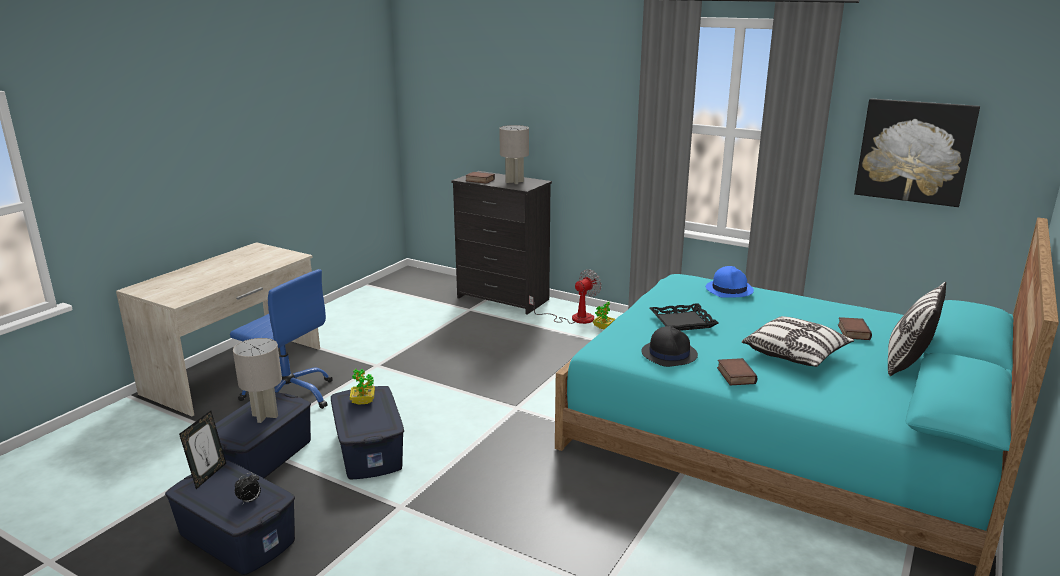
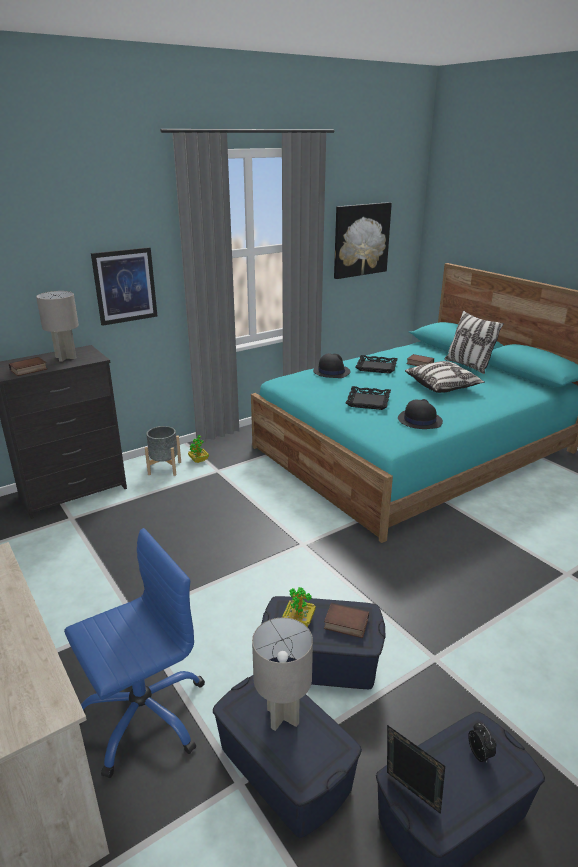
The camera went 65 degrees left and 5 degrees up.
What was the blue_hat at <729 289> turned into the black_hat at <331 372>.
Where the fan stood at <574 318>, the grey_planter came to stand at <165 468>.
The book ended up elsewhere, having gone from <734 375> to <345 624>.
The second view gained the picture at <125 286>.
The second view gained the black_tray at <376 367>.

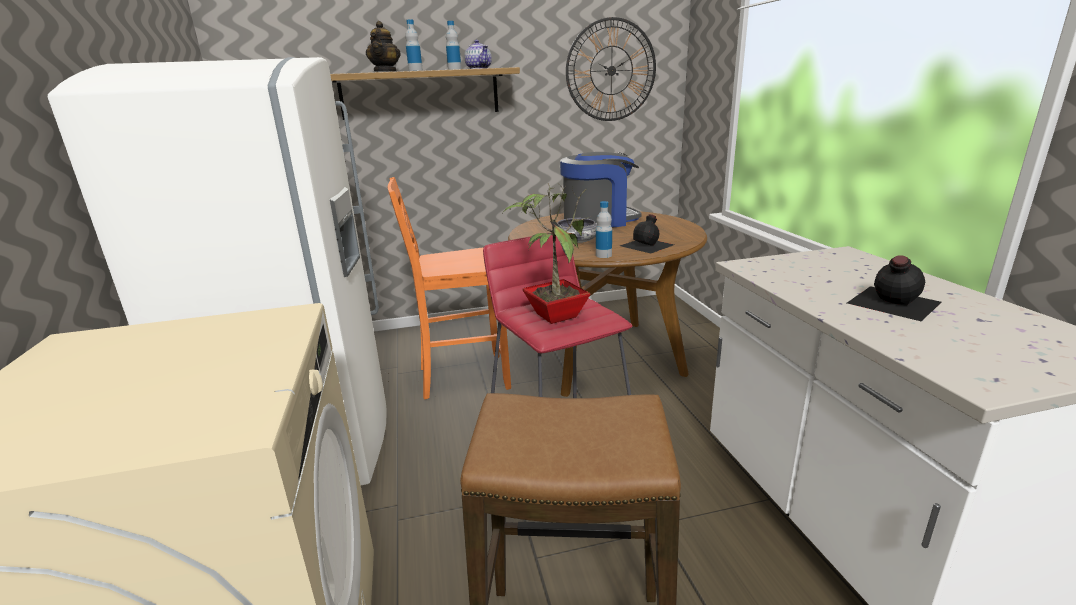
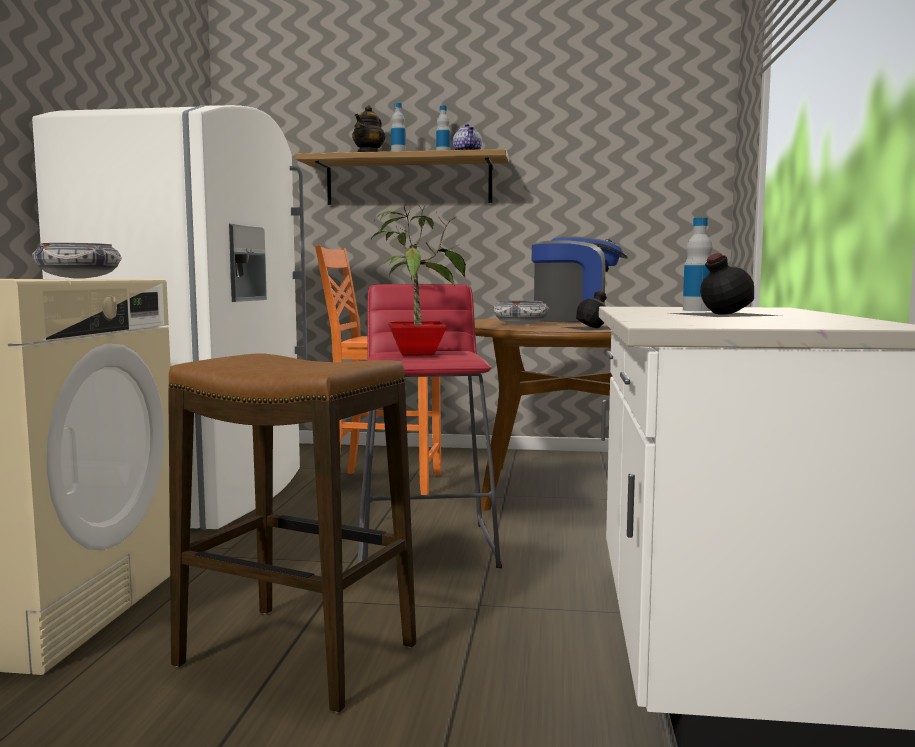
The camera went 20 degrees right and 15 degrees down.
The second view lost the wall_clock at <611 70>.
The bottle ended up elsewhere, having gone from <603 255> to <696 310>.
The second view gained the bowl at <79 278>.

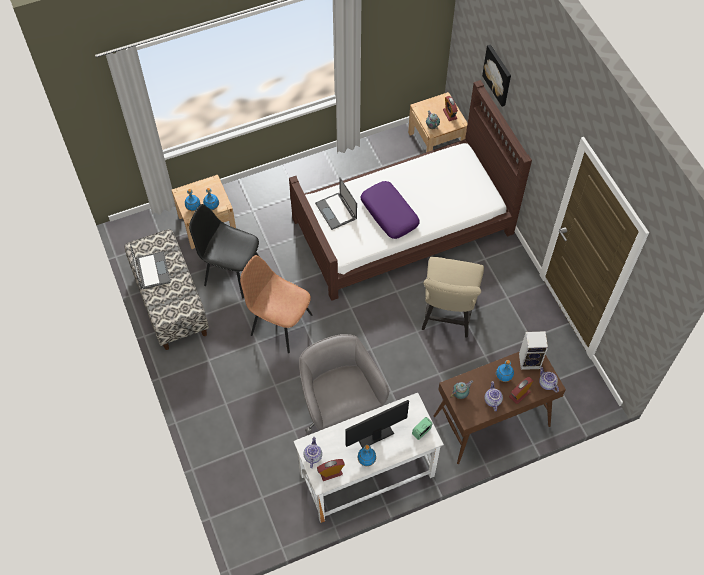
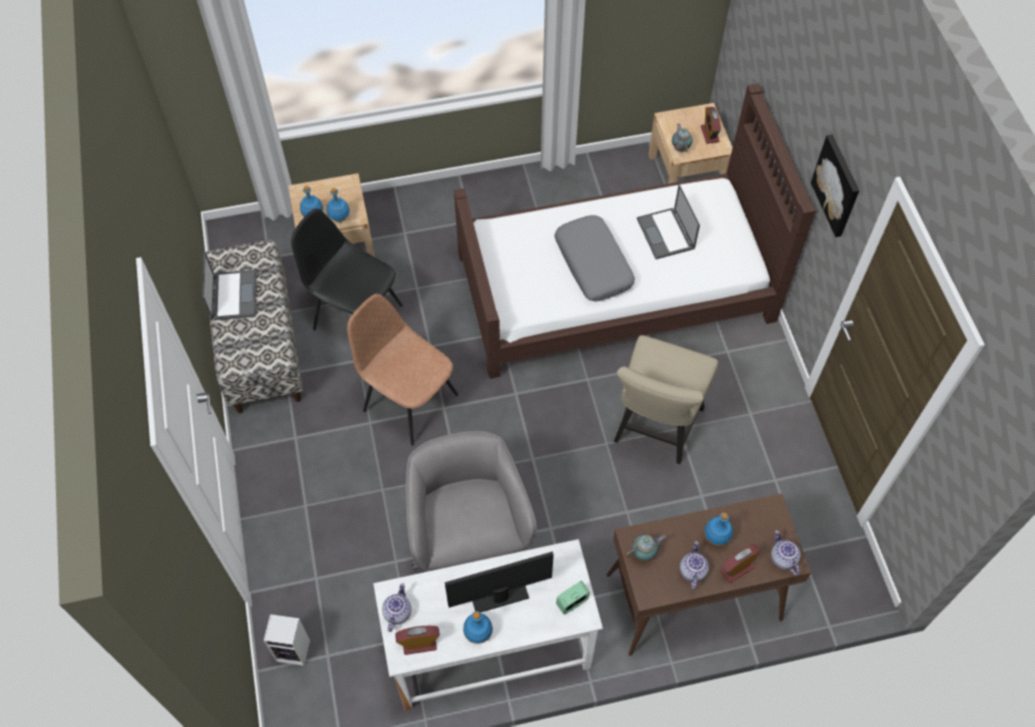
The camera went 10 degrees right and 0 degrees up.
The picture ended up elsewhere, having gone from <498 75> to <837 185>.
The laptop ended up elsewhere, having gone from <336 211> to <666 234>.
What was the purple_pillow at <390 214> turned into the grey_pillow at <594 264>.
The speaker ended up elsewhere, having gone from <530 360> to <295 650>.

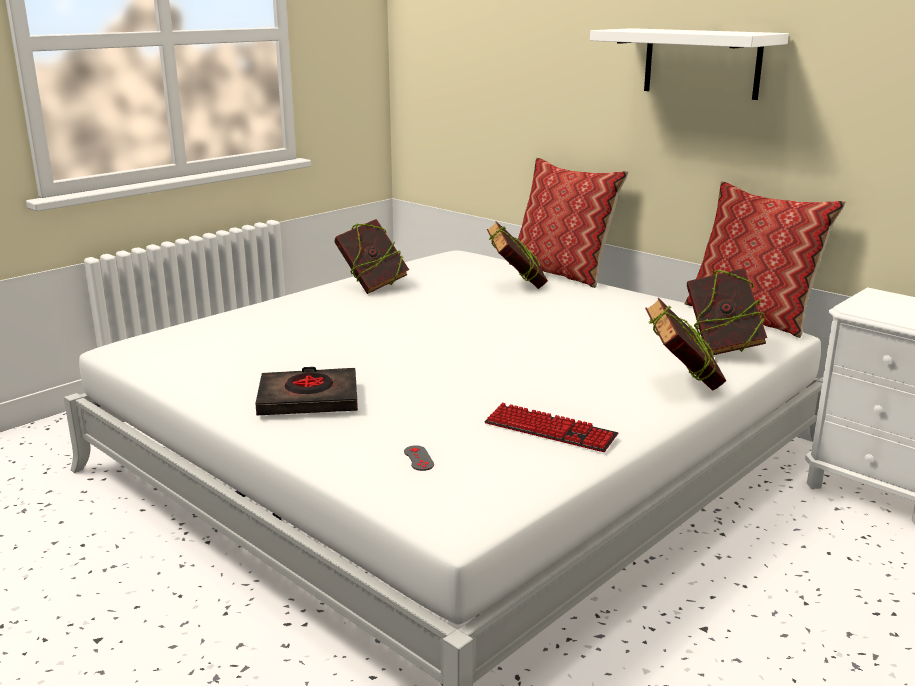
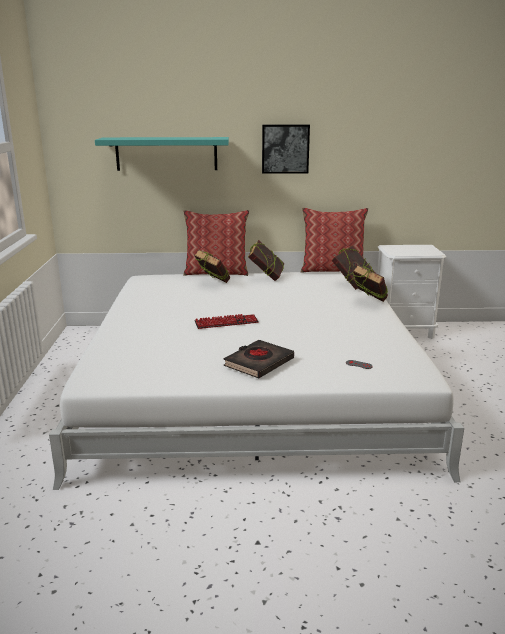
The camera went 45 degrees left and 0 degrees up.
Where the white_shelf hung at <701 63>, the picture came to hang at <285 149>.
The book ended up elsewhere, having gone from <372 286> to <266 277>.
The keyboard ended up elsewhere, having gone from <550 430> to <226 322>.
The second view gained the turquoise_shelf at <166 153>.

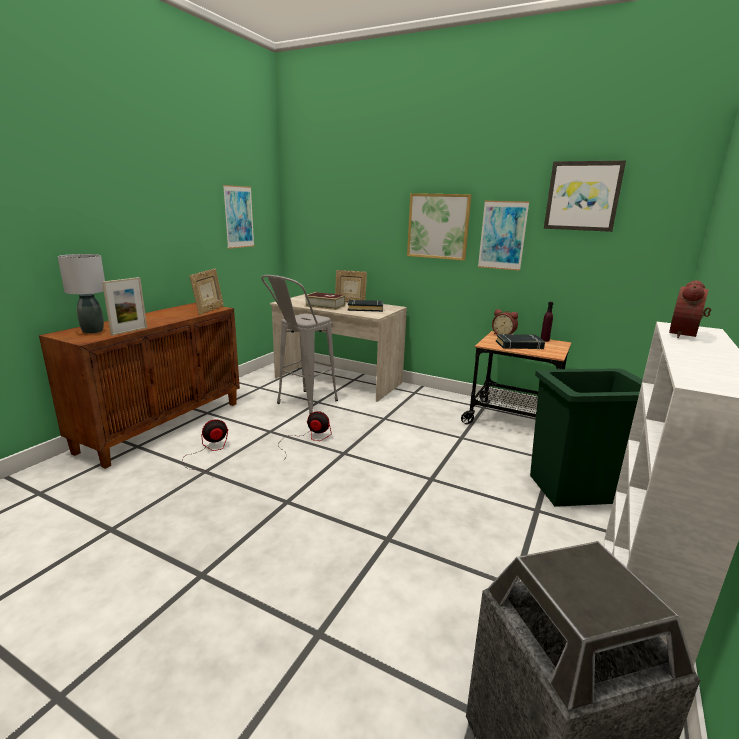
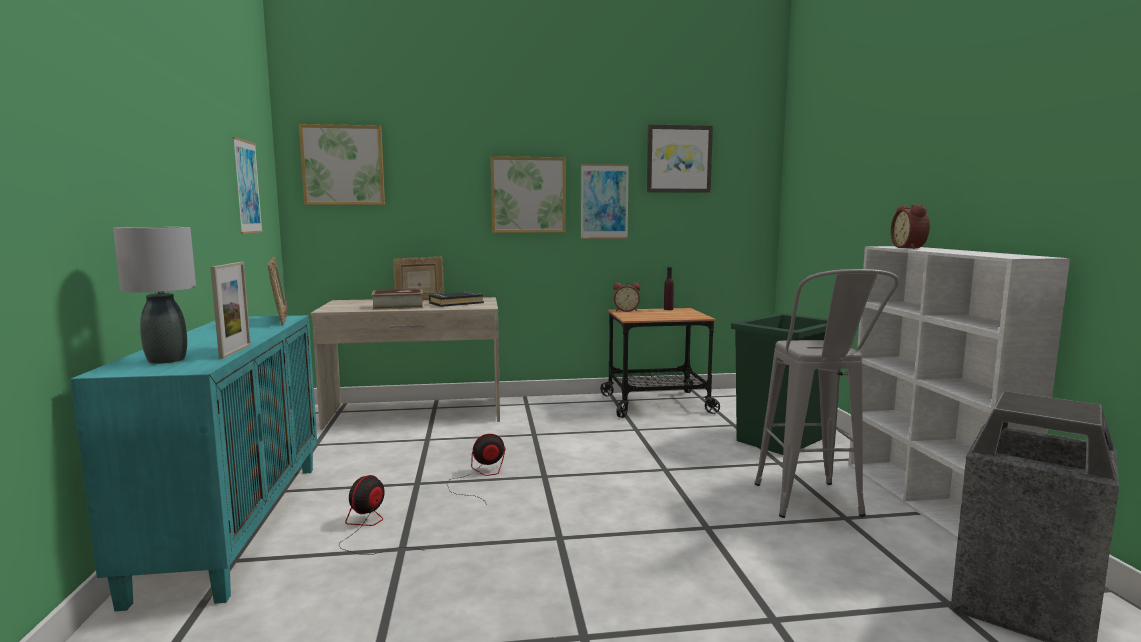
The camera went 35 degrees left and 10 degrees down.
The grey_stool ended up elsewhere, having gone from <301 405> to <813 507>.
What was the brown_cabinet at <163 425> turned into the turquoise_cabinet at <233 524>.
The second view lost the black_book at <519 345>.
The second view gained the picture at <343 165>.

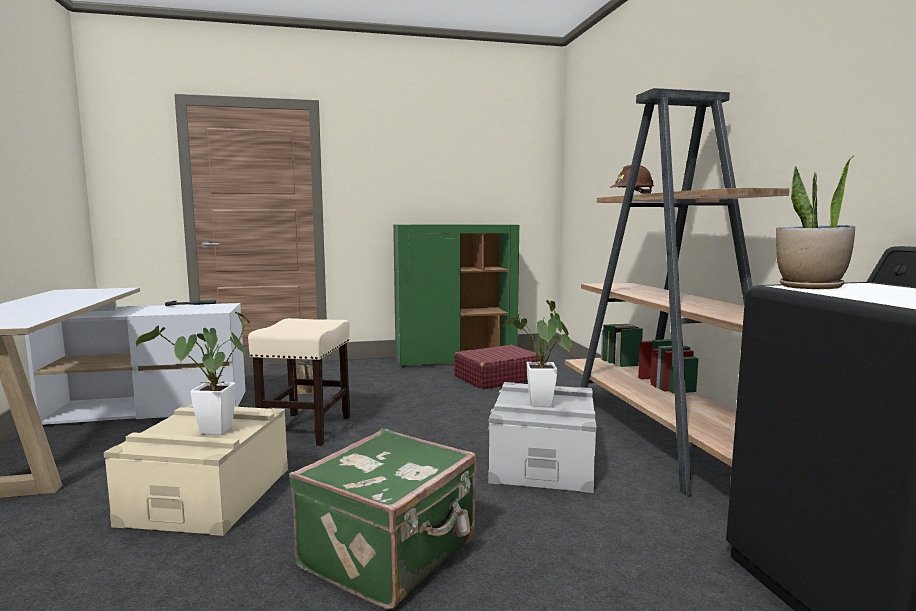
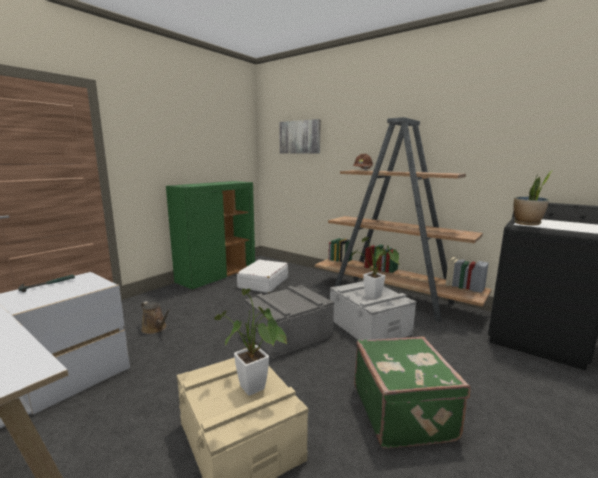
The camera went 40 degrees left and 5 degrees up.
The second view lost the beige_stool at <306 429>.
What was the red_suitcase at <496 378> turned into the white_suitcase at <263 282>.
The second view gained the picture at <300 137>.
The second view gained the grey_storage_box at <289 334>.

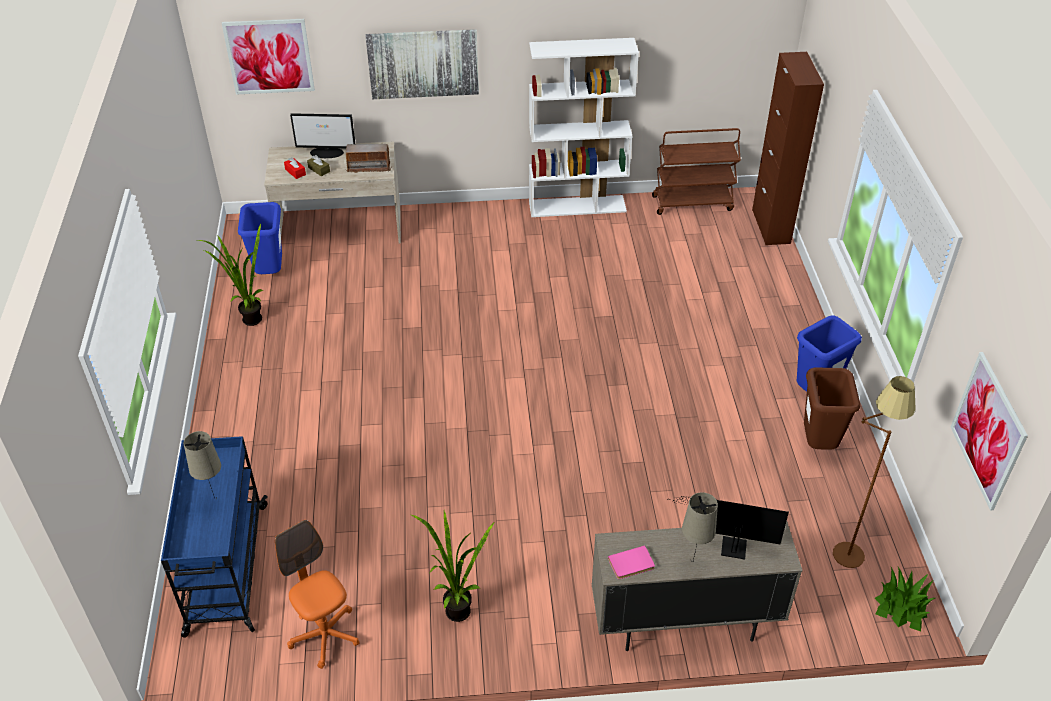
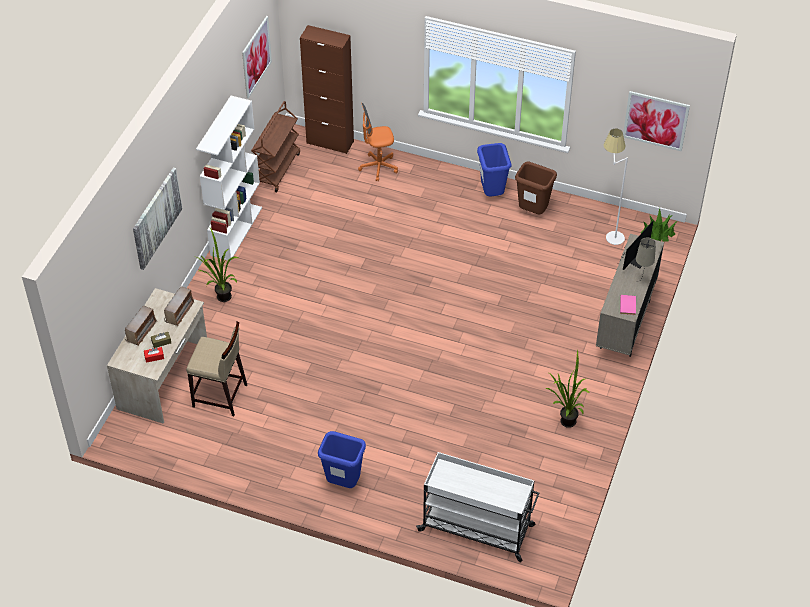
The camera went 65 degrees left and 5 degrees up.
The picture ended up elsewhere, having gone from <269 56> to <256 57>.
Where the monitor stood at <327 153>, the radio came to stand at <141 331>.
The blue_trash_can ended up elsewhere, having gone from <270 273> to <344 483>.
The potted_plant ended up elsewhere, having gone from <248 318> to <221 299>.
What was the brown_floor_lamp at <849 543> turned into the white_floor_lamp at <608 233>.
The second view lost the beige_table_lamp at <216 503>.
What was the blue_cart at <226 570> turned into the white_cart at <477 528>.
The orange_office_chair ended up elsewhere, having gone from <325 635> to <378 167>.
The second view gained the beige_stool at <220 396>.

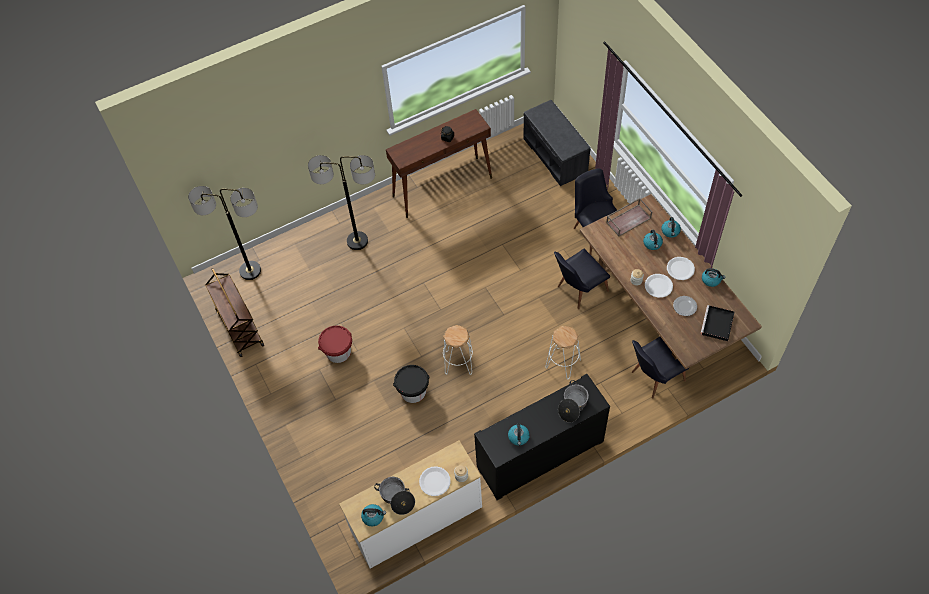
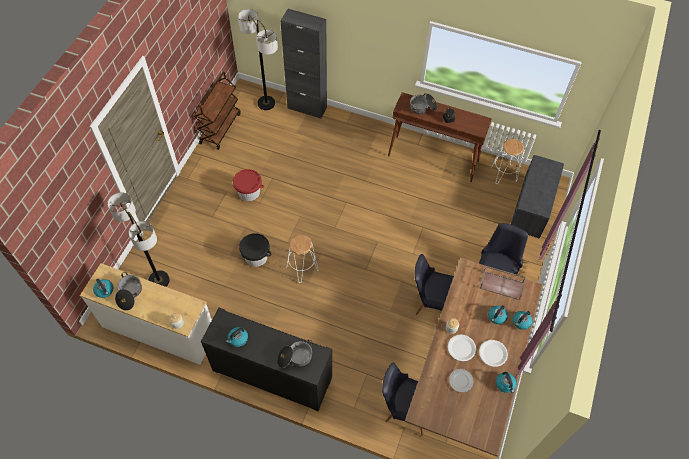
The camera went 45 degrees right and 0 degrees up.
The floor_lamp ended up elsewhere, having gone from <357 241> to <159 280>.
The second view lost the black_tray at <717 325>.
The white_stool ended up elsewhere, having gone from <563 363> to <503 174>.
The second view lost the white_plate at <434 481>.
The second view gained the black_cabinet at <307 108>.
The second view gained the cooking_pot at <423 108>.

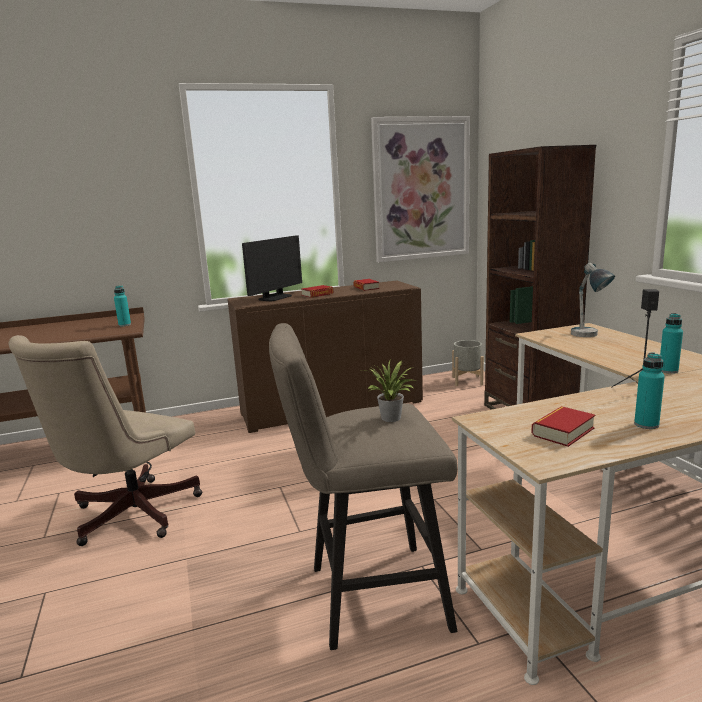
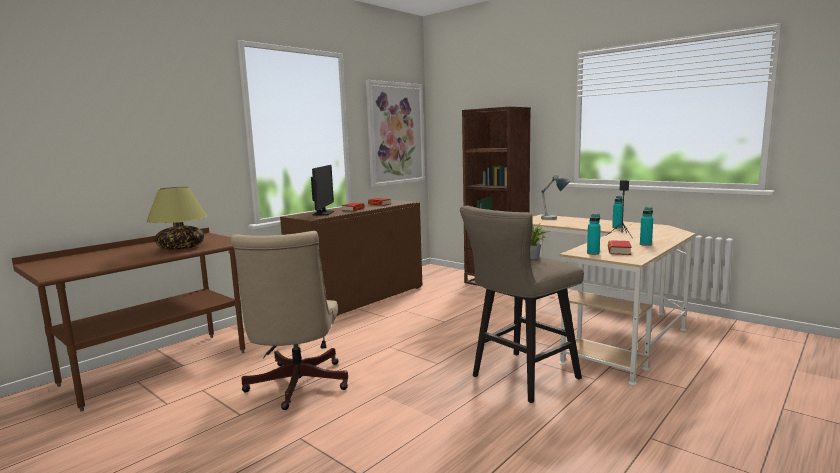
The camera went 30 degrees left and 5 degrees down.
The turquoise_bottle ended up elsewhere, having gone from <124 325> to <593 253>.
The second view lost the grey_planter at <467 381>.
The second view gained the table_lamp at <181 248>.

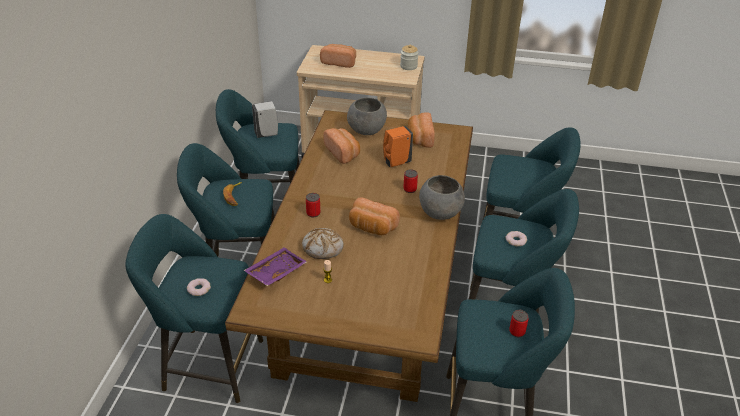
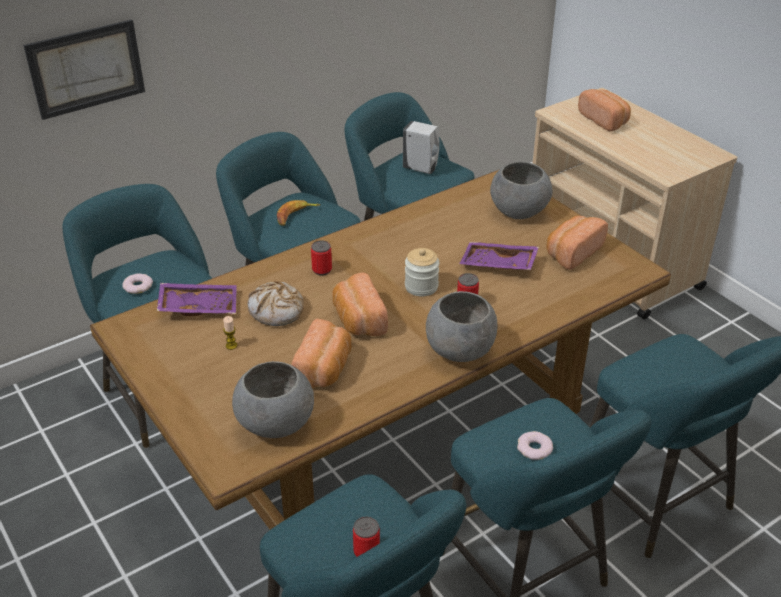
The camera went 45 degrees right and 0 degrees up.
The jar ended up elsewhere, having gone from <408 66> to <421 287>.
Where the orange_soap_dispenser stood at <396 162>, the purple_tray came to stand at <498 265>.
The bread ended up elsewhere, having gone from <343 153> to <325 369>.
The second view gained the picture at <86 68>.
The second view gained the grey_bowl at <275 425>.

